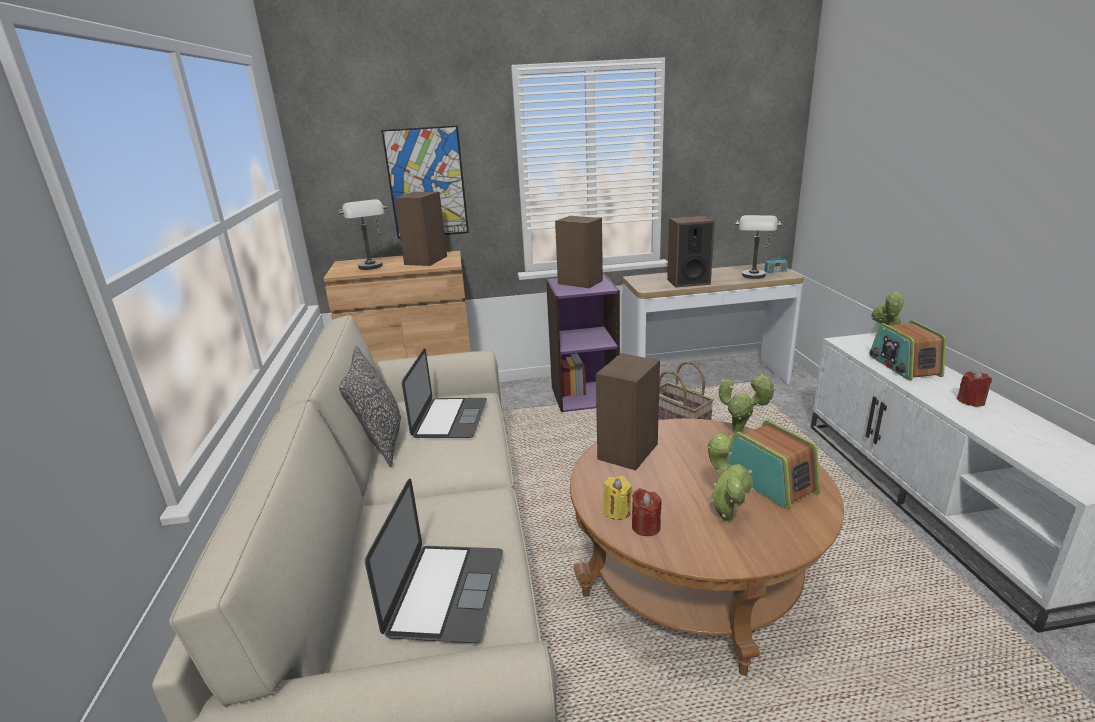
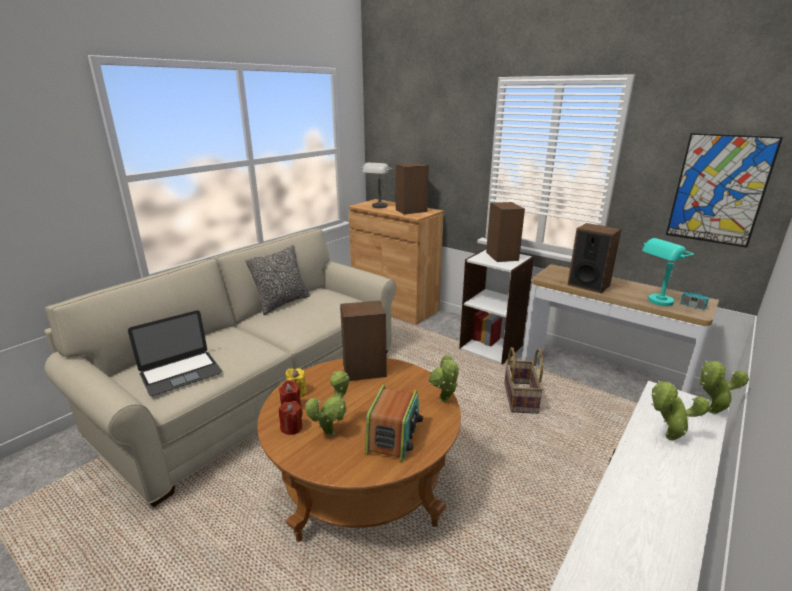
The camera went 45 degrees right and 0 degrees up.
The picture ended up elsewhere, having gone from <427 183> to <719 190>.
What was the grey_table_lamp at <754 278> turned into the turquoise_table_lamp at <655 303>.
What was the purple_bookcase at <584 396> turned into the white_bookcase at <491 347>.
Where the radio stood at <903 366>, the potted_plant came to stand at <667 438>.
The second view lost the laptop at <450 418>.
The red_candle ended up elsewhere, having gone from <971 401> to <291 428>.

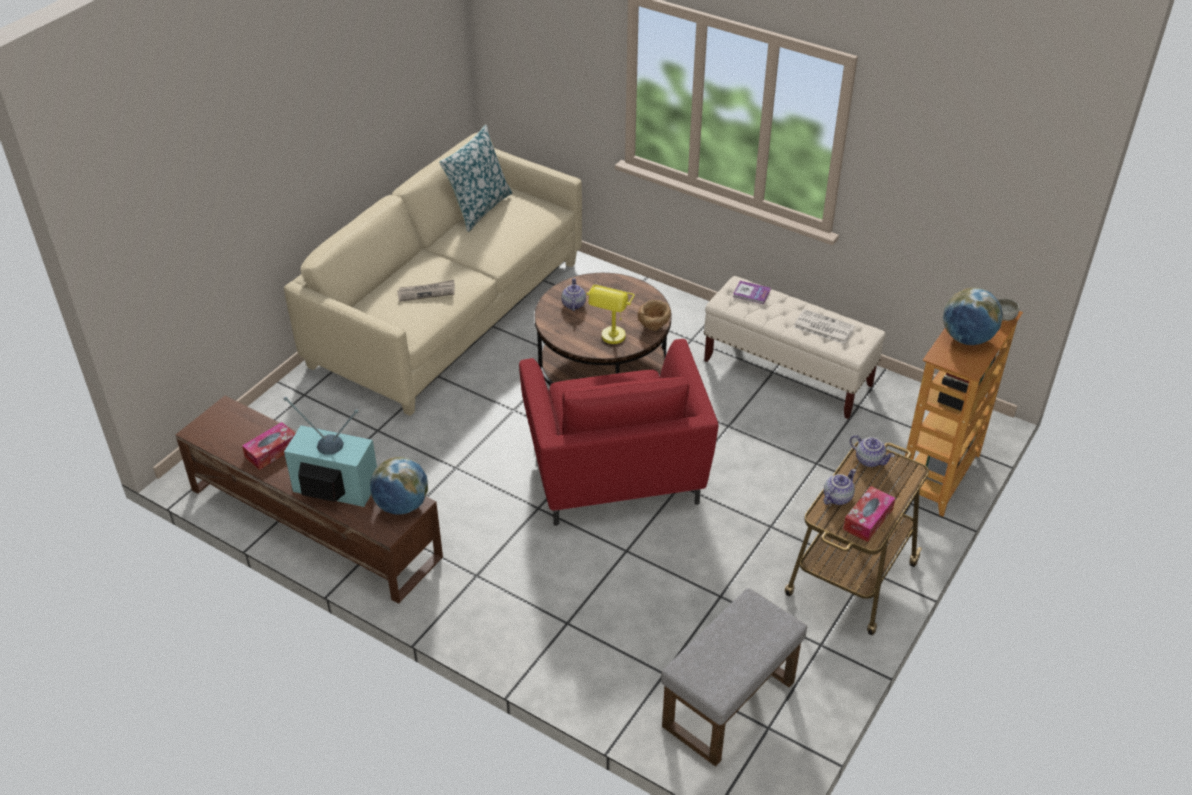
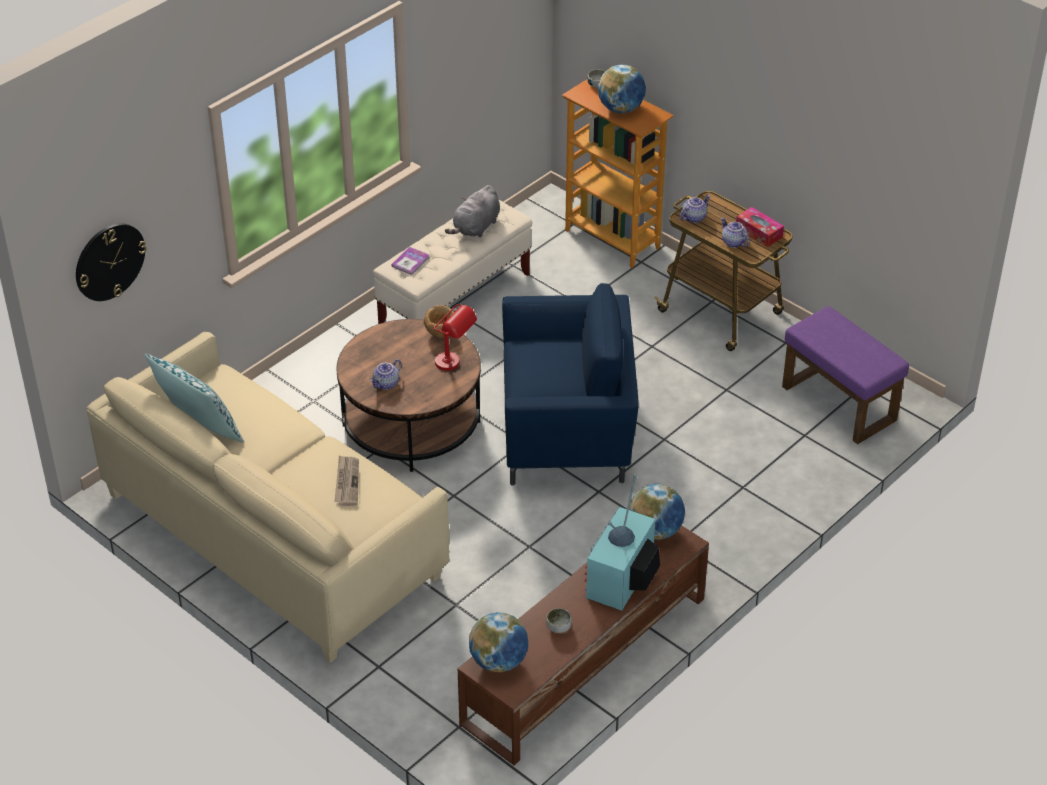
The camera went 80 degrees left and 0 degrees up.
The teapot at <573 304> ended up facing another way, 60 degrees counterclockwise from before.
What was the yellow_table_lamp at <611 341> turned into the red_table_lamp at <455 365>.
Where the newspaper stood at <822 327>, the grey_plush_toy came to stand at <476 228>.
What was the red_armchair at <615 476> turned into the blue_armchair at <568 434>.
Where the tissue_box stood at <272 451>, the bowl came to stand at <558 627>.
What was the grey_ottoman at <729 706> turned into the purple_ottoman at <840 403>.
The second view gained the wall_clock at <109 261>.
The second view gained the globe at <499 661>.

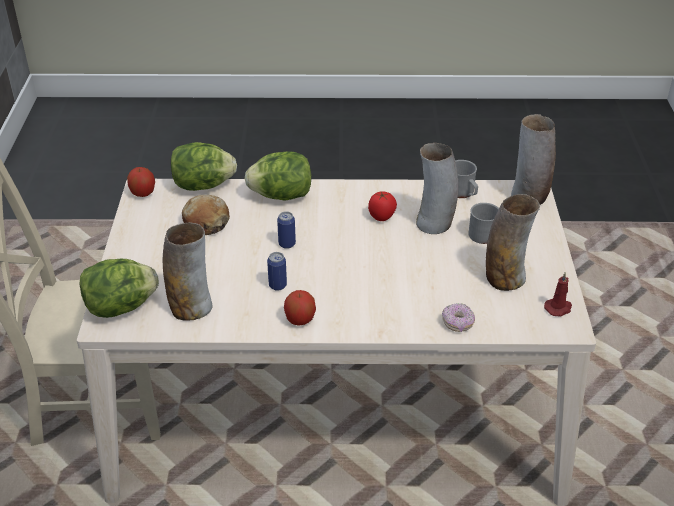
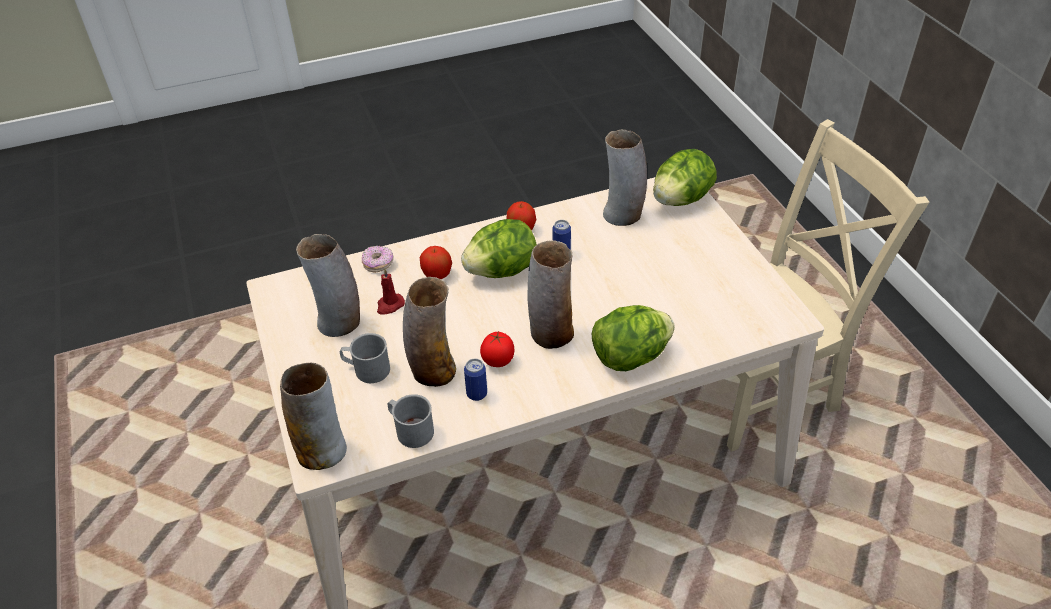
The camera went 160 degrees right and 5 degrees up.
The lettuce ended up elsewhere, having gone from <203 185> to <502 270>.
The apple ended up elsewhere, having gone from <143 193> to <437 275>.
The second view lost the bread at <206 222>.
The can ended up elsewhere, having gone from <287 244> to <477 394>.
The red_candle ended up elsewhere, having gone from <558 308> to <390 305>.
The second view gained the vase at <550 334>.

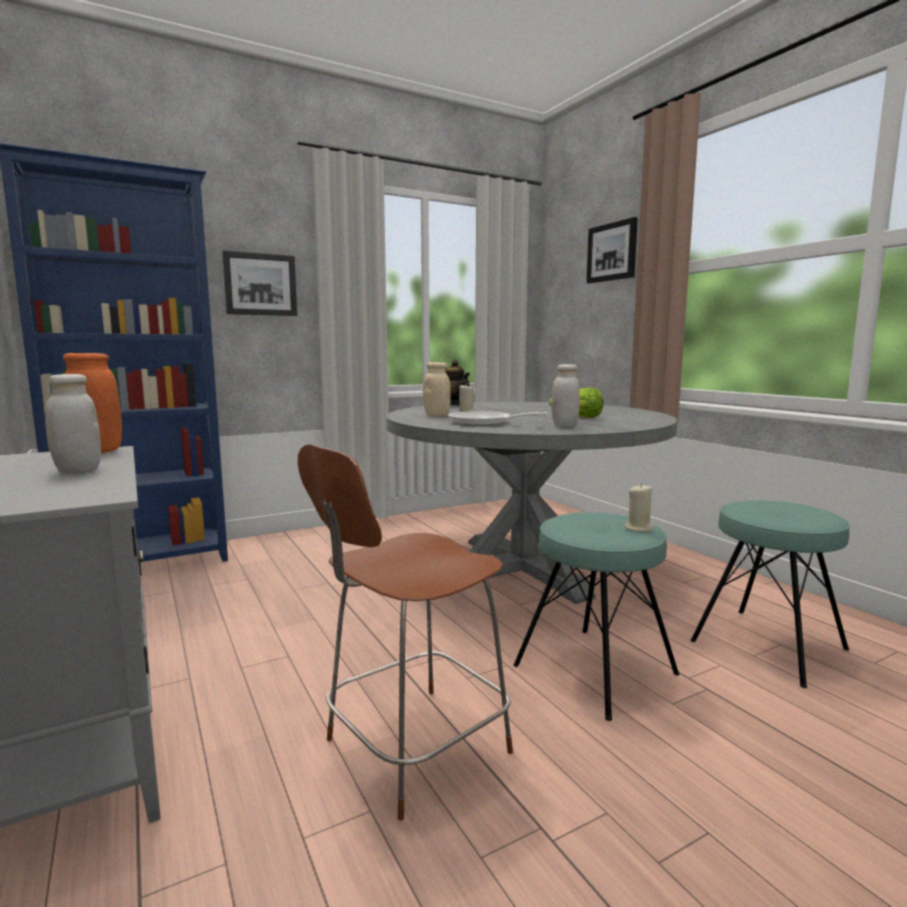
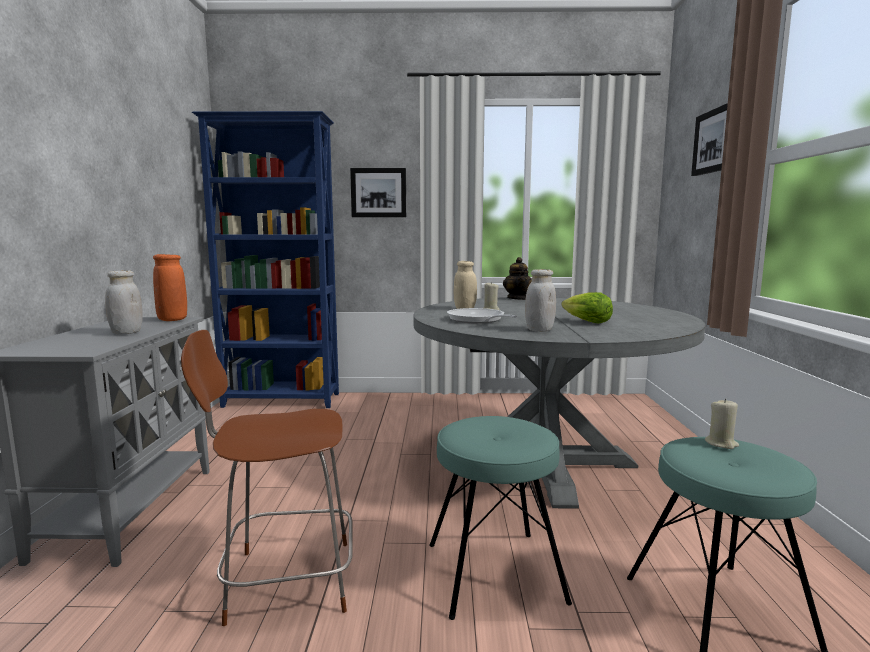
The camera went 30 degrees right and 0 degrees up.
The beige_candle ended up elsewhere, having gone from <639 528> to <721 443>.

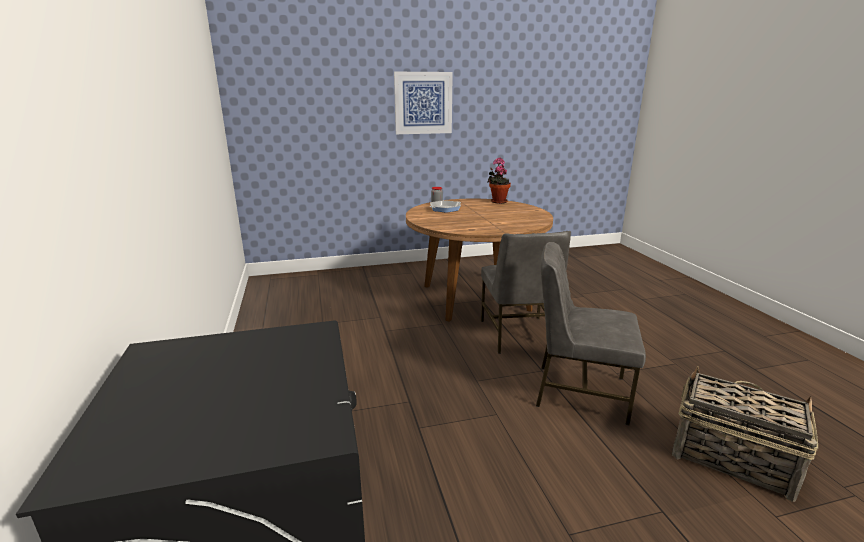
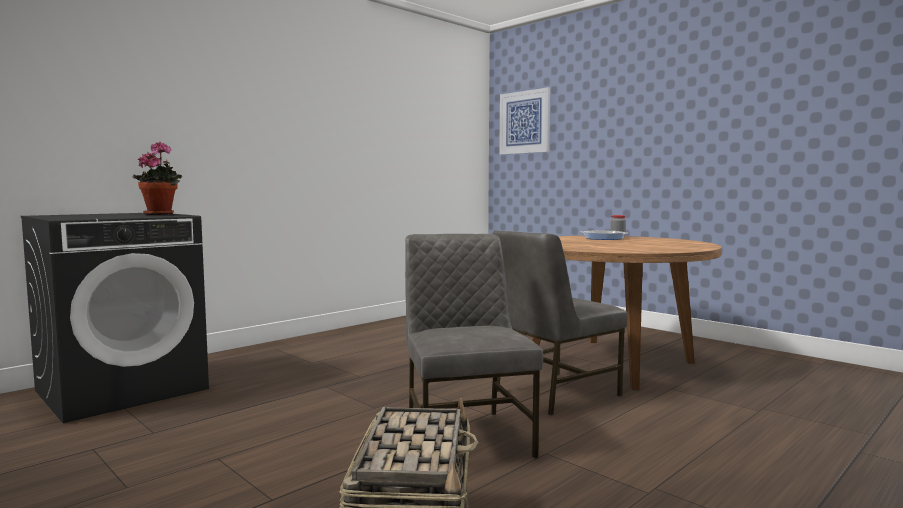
The camera went 60 degrees right and 15 degrees down.
The picture ended up elsewhere, having gone from <423 103> to <524 122>.
The potted_plant ended up elsewhere, having gone from <498 201> to <161 214>.

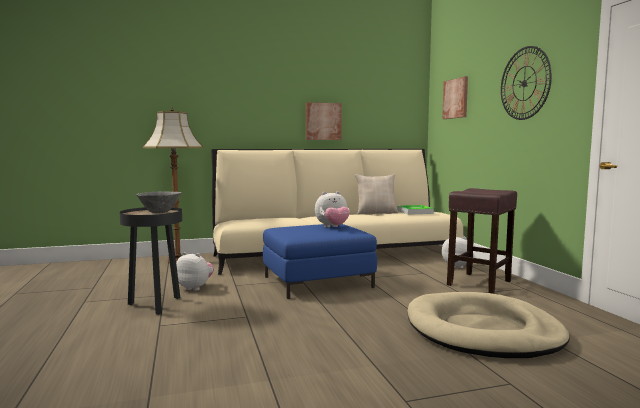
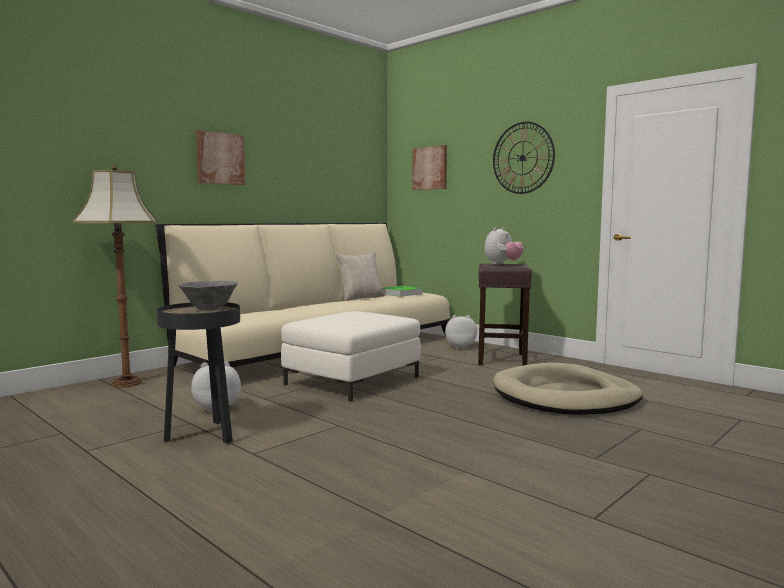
The camera went 30 degrees left and 0 degrees up.
The picture ended up elsewhere, having gone from <323 121> to <220 158>.
The plush_toy ended up elsewhere, having gone from <332 227> to <502 264>.
What was the blue_ottoman at <318 282> turned into the white_ottoman at <353 380>.

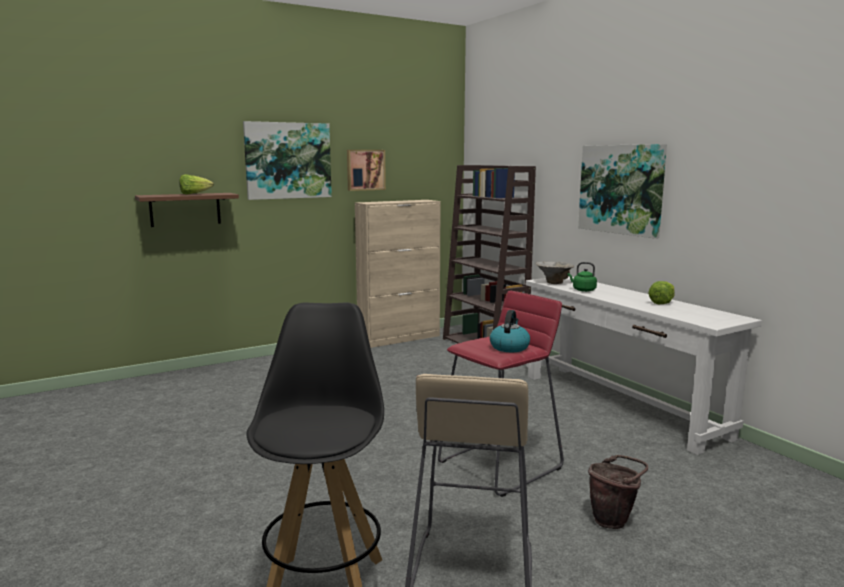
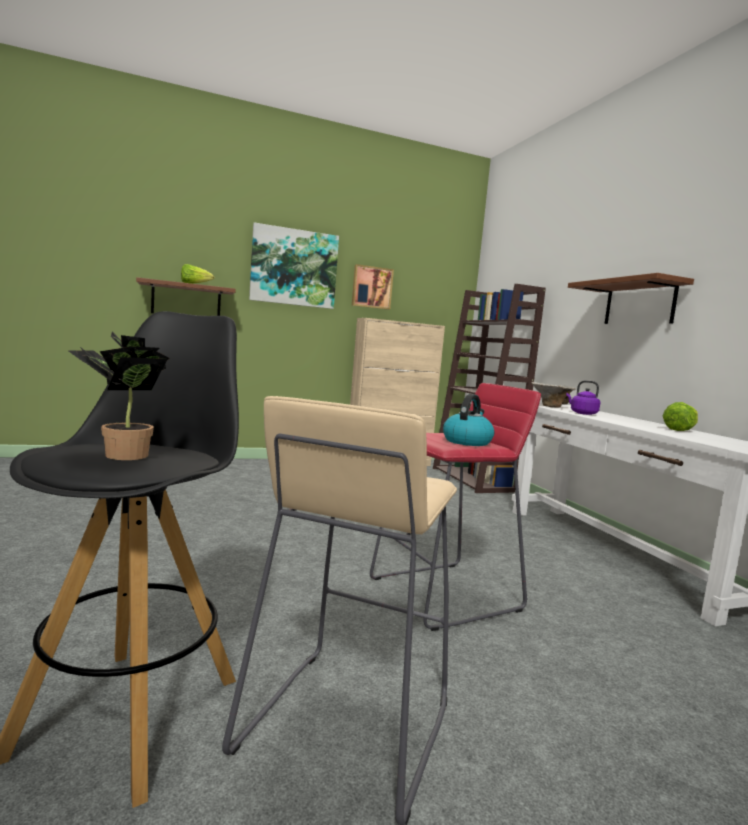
The camera went 10 degrees right and 5 degrees down.
Where the picture hung at <621 189>, the brown_shelf came to hang at <639 303>.
What was the green_kettle at <582 290> turned into the purple_kettle at <582 413>.
The second view lost the brown_bucket at <613 520>.
The second view gained the potted_plant at <120 455>.

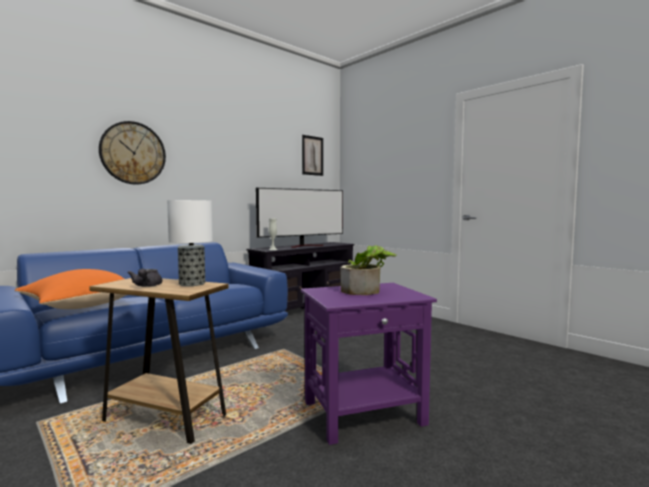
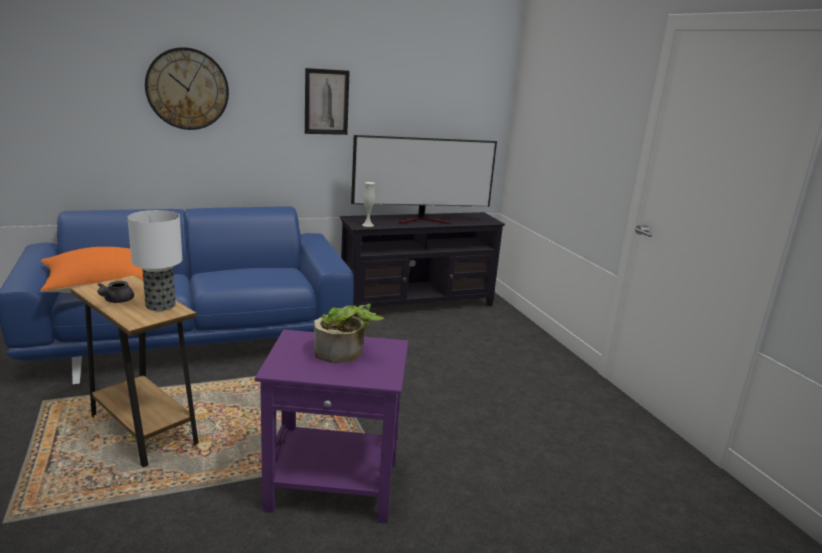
The camera went 20 degrees right and 15 degrees up.
The picture ended up elsewhere, having gone from <312 155> to <326 102>.

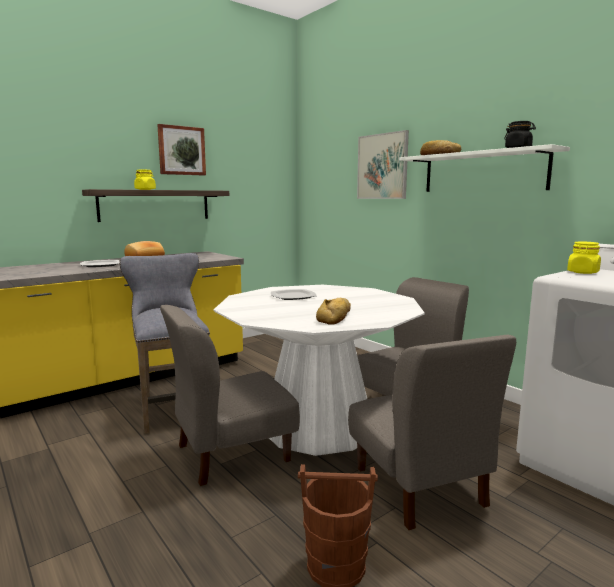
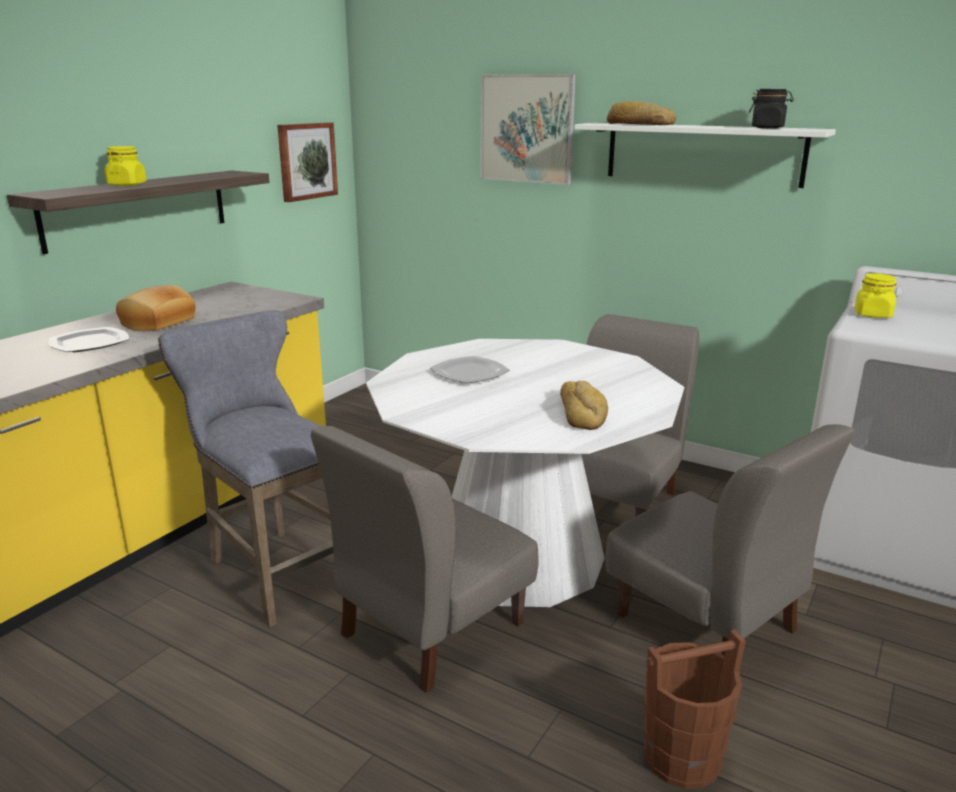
The camera went 20 degrees left and 10 degrees up.
The picture ended up elsewhere, having gone from <181 150> to <306 161>.

